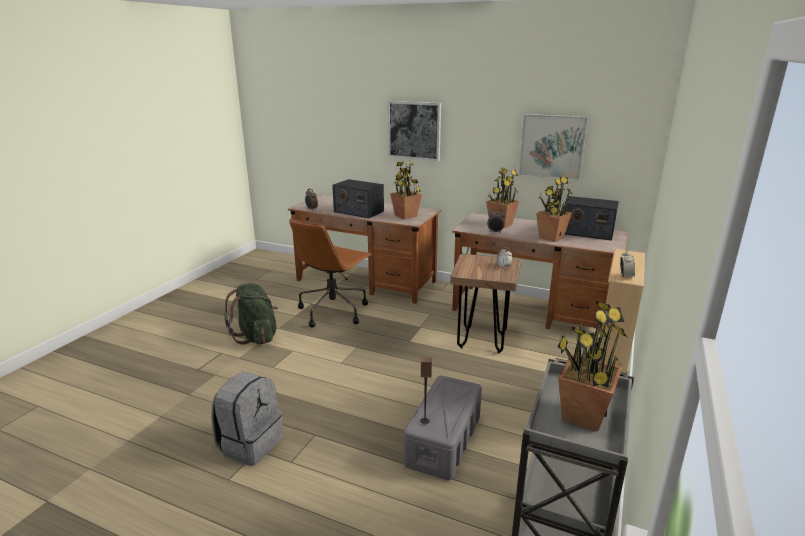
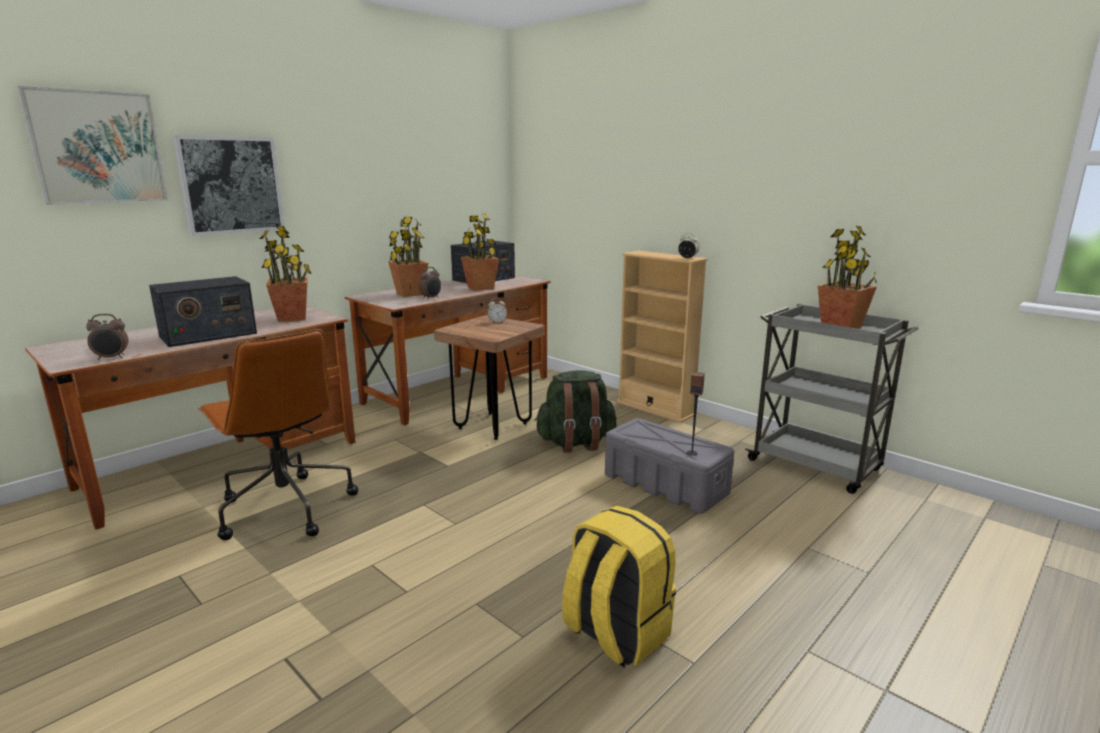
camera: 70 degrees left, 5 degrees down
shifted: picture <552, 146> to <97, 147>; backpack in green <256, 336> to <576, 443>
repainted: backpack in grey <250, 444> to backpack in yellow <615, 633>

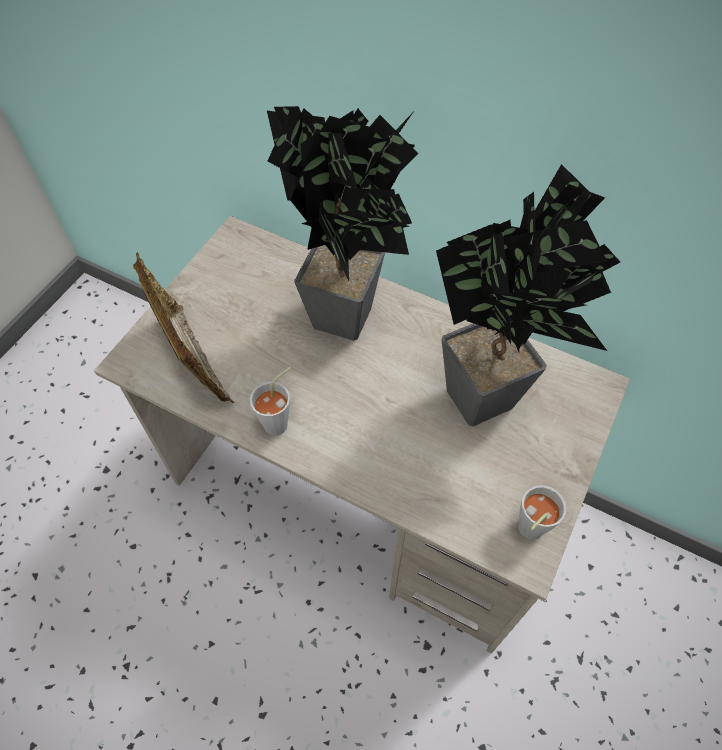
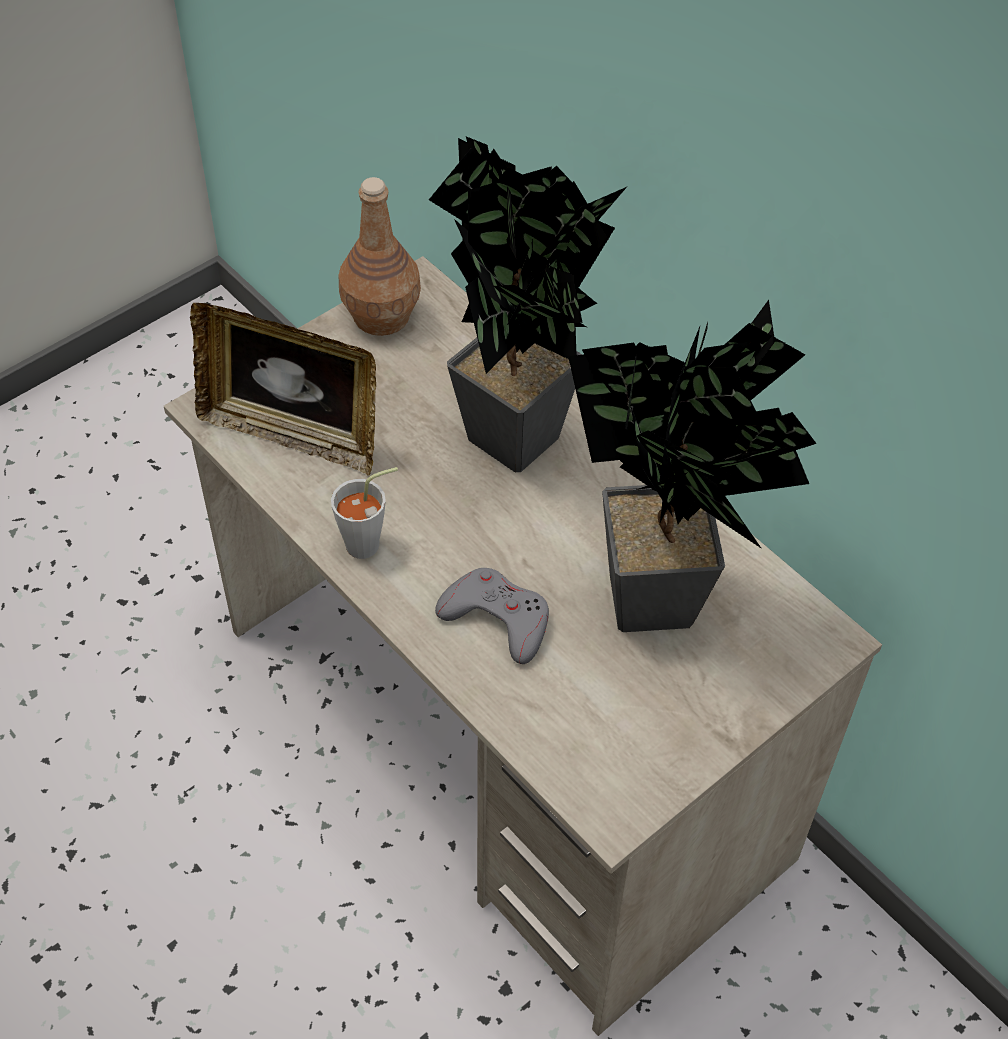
camera: 20 degrees right, 5 degrees down
gone: cup in grey <526, 531>
new: bottle in brown <381, 315>; game controller in grey <497, 619>
rotated: picture frame <193, 361> = <292, 433> 120 degrees clockwise

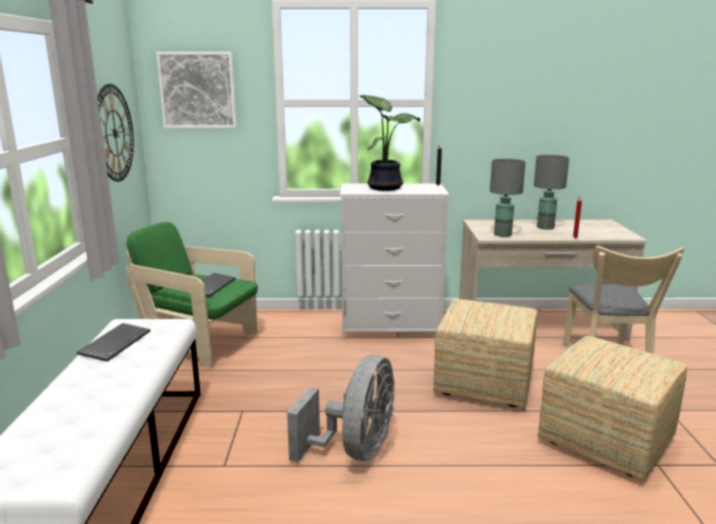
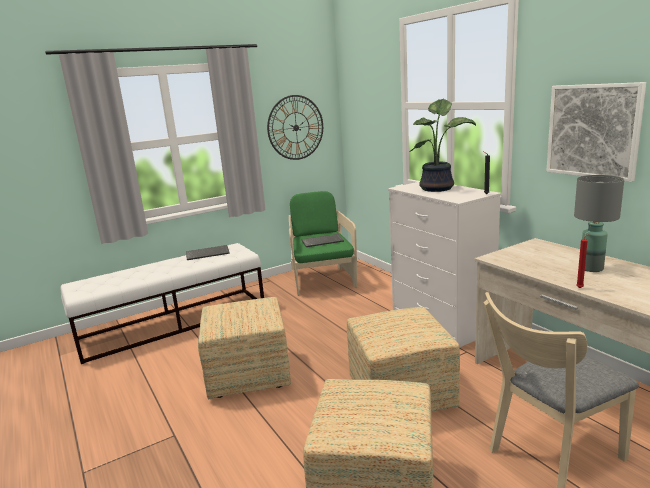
camera: 60 degrees right, 0 degrees up
gone: table lamp in grey <502, 234>
shifted: picture <198, 90> to <593, 131>
swapped: fan in grey <355, 450> to ottoman <250, 374>

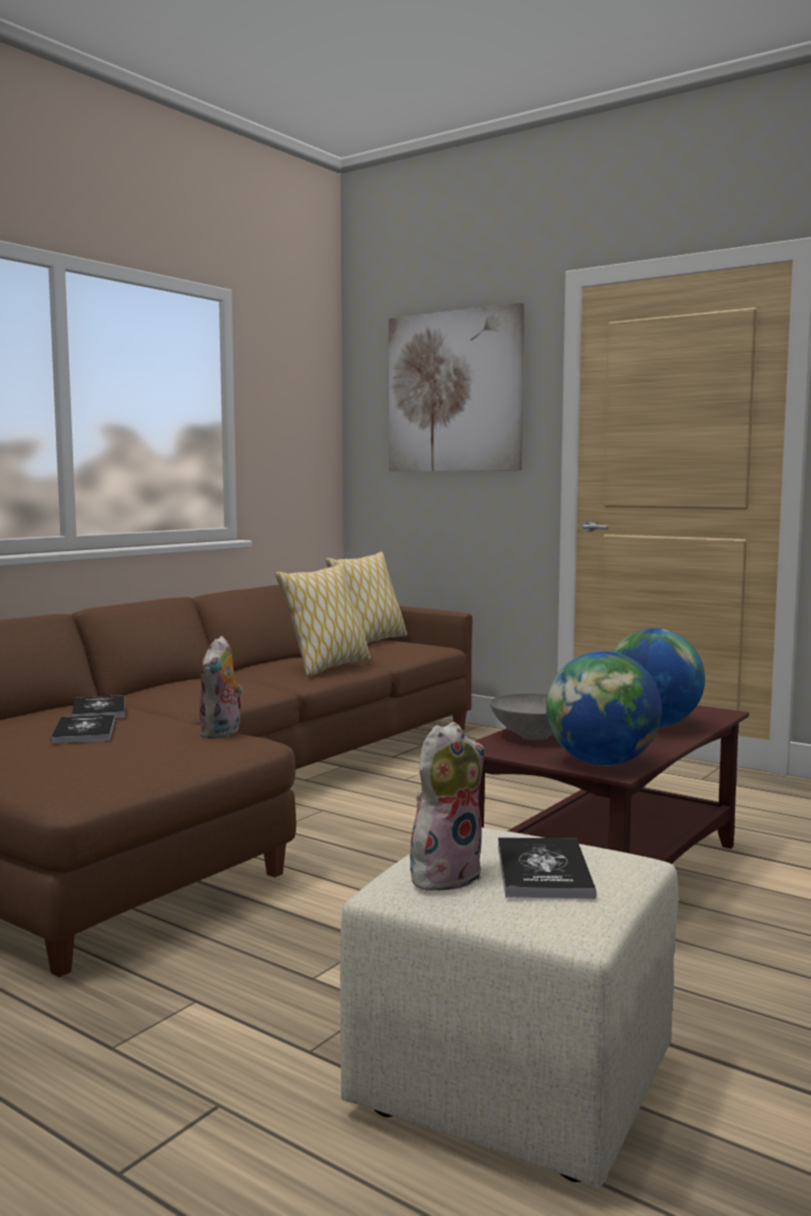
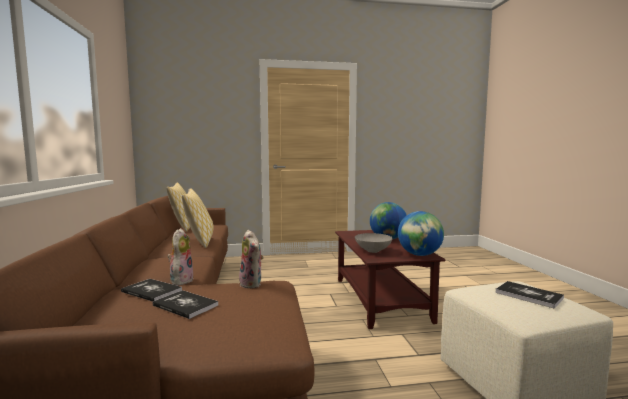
camera: 45 degrees left, 0 degrees up
gone: picture <454, 392>
shifted: plush toy <444, 875> to <181, 280>

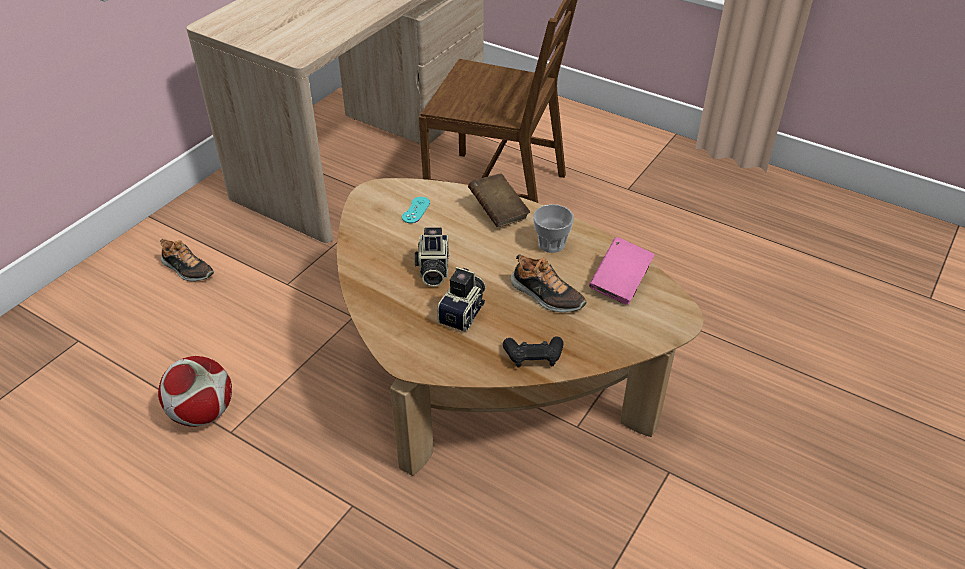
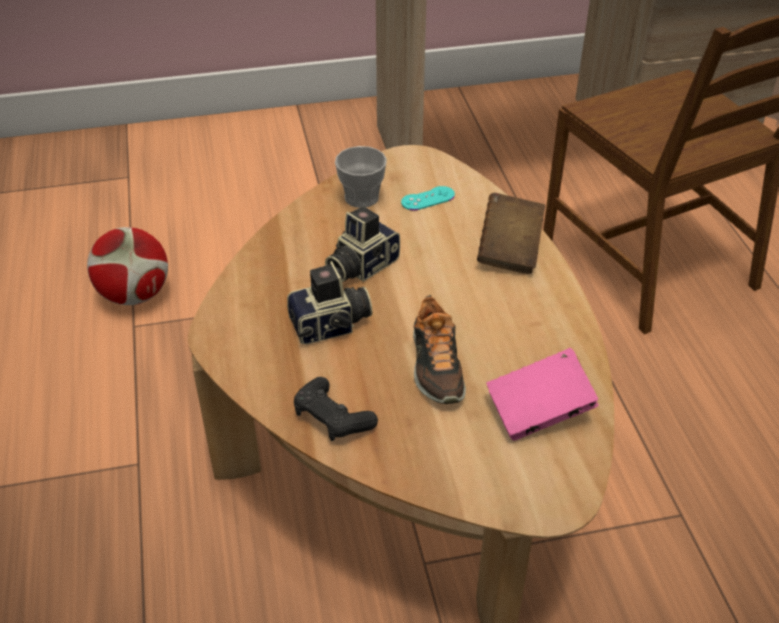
camera: 45 degrees right, 0 degrees up
gone: shoe <187, 269>
shifted: cup <551, 244> to <361, 197>

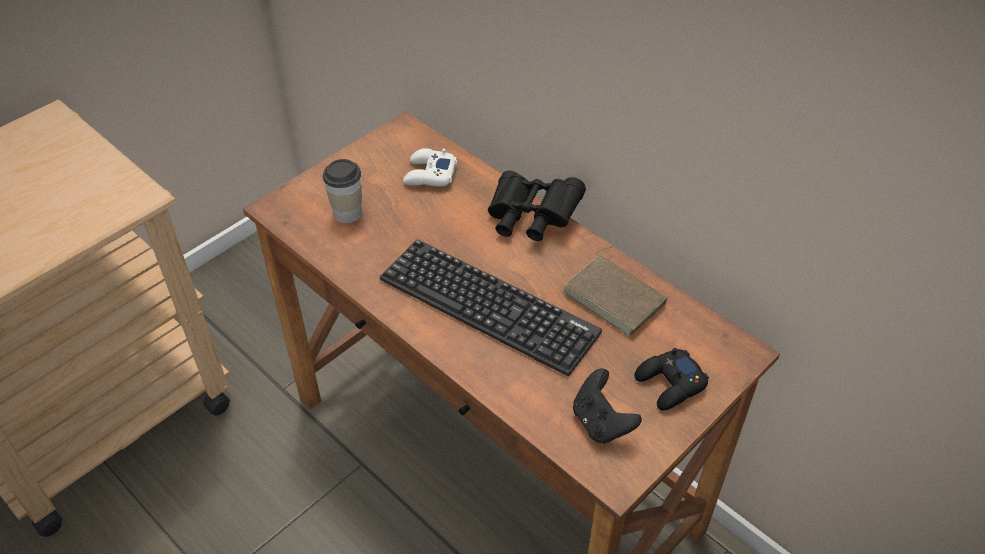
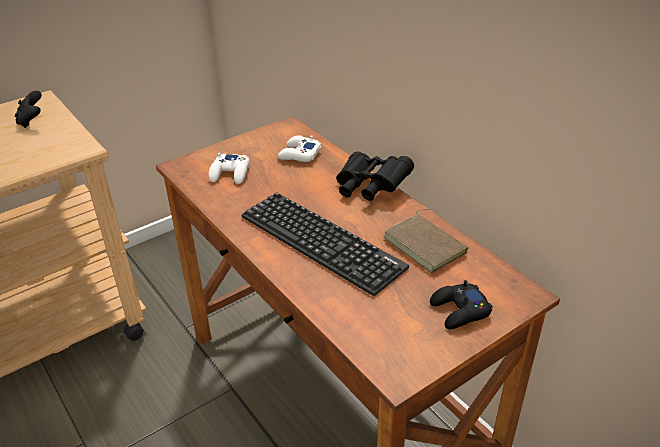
camera: 10 degrees right, 10 degrees down
shifted: game controller in black <601, 422> to <32, 121>
swapped: cup <347, 213> to game controller in white <230, 173>

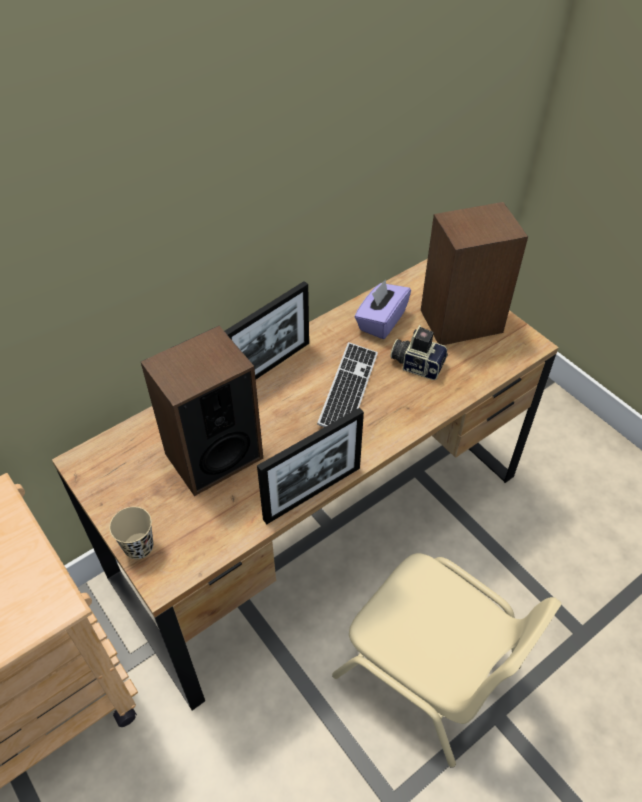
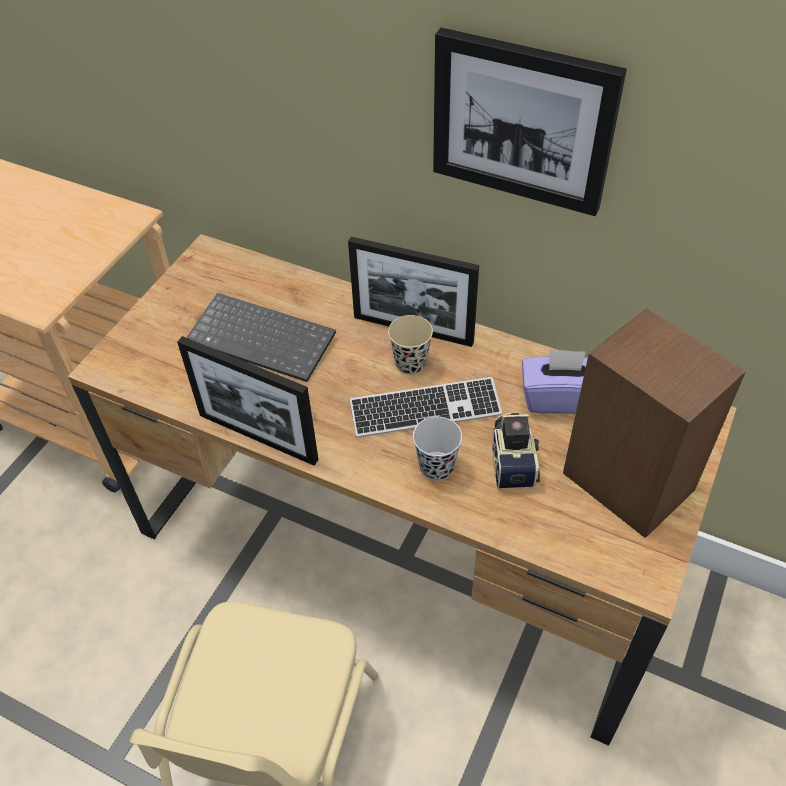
camera: 65 degrees right, 0 degrees up
new: cup in black <436, 467>; picture <523, 121>
shifted: cup in beige <139, 547> to <410, 363>
swapped: speaker <213, 455> to keyboard <264, 338>

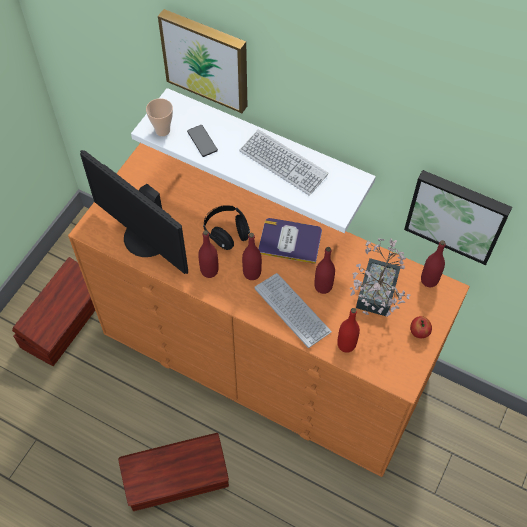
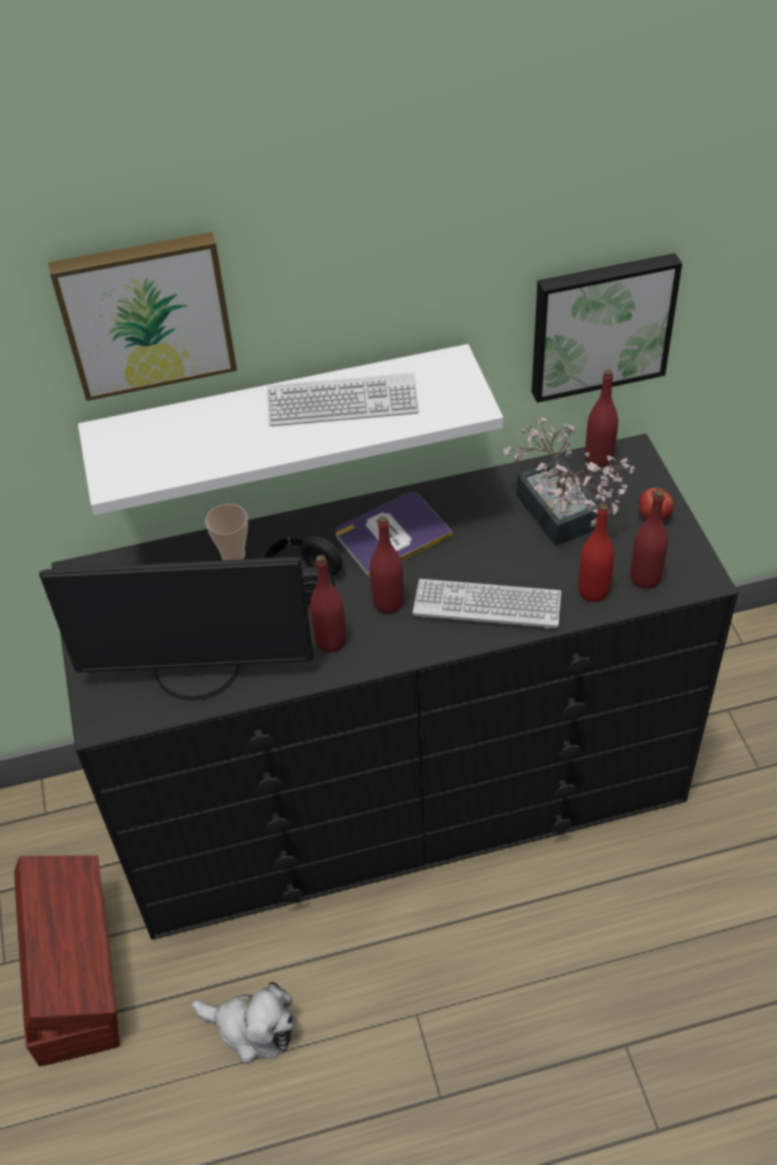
camera: 40 degrees left, 10 degrees down
gone: storage box in brown <178, 478>; phone <202, 141>
new: plush toy <252, 1028>
shifted: cup <162, 130> to <233, 555>; bottle in red <323, 286> to <645, 578>
repainted: dresser in orange <264, 356> to dresser in black <401, 785>

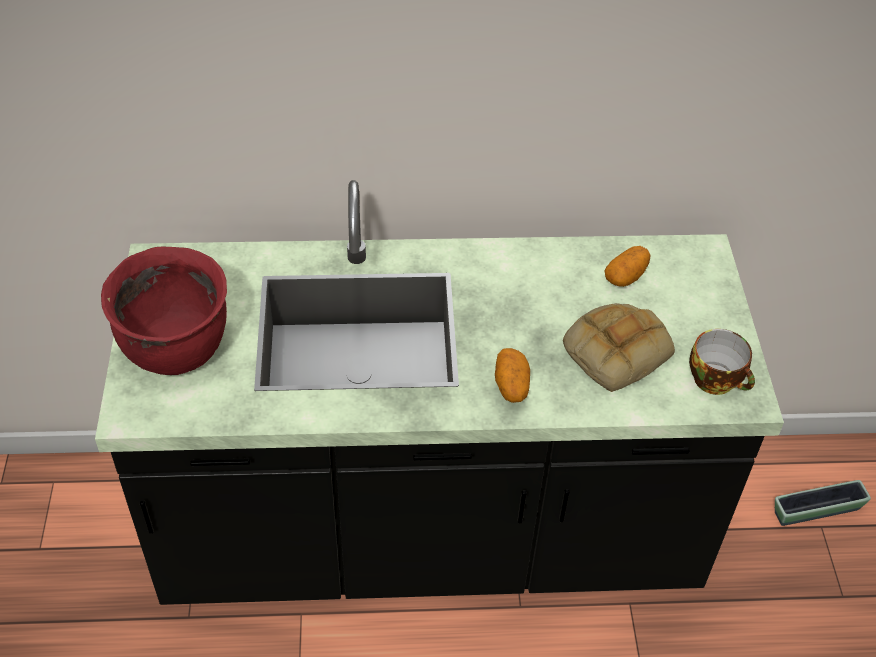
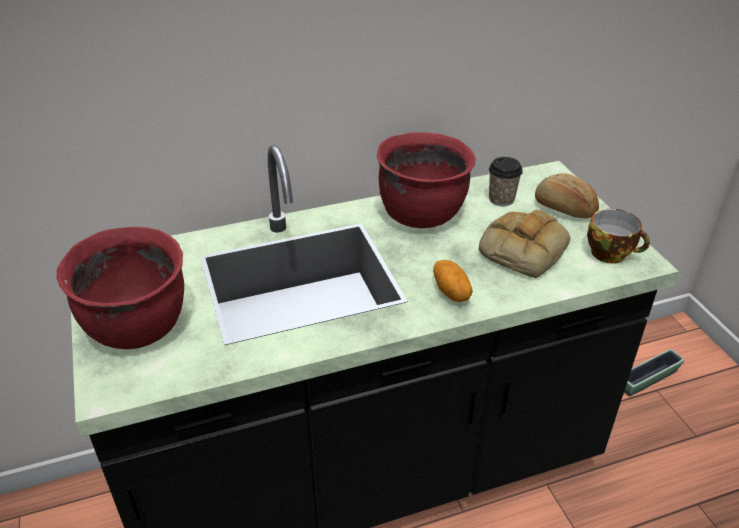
camera: 15 degrees left, 10 degrees down
new: cooking pot in red <421, 214>; bread <563, 209>
swapped: potato <626, 276> to cup <501, 199>

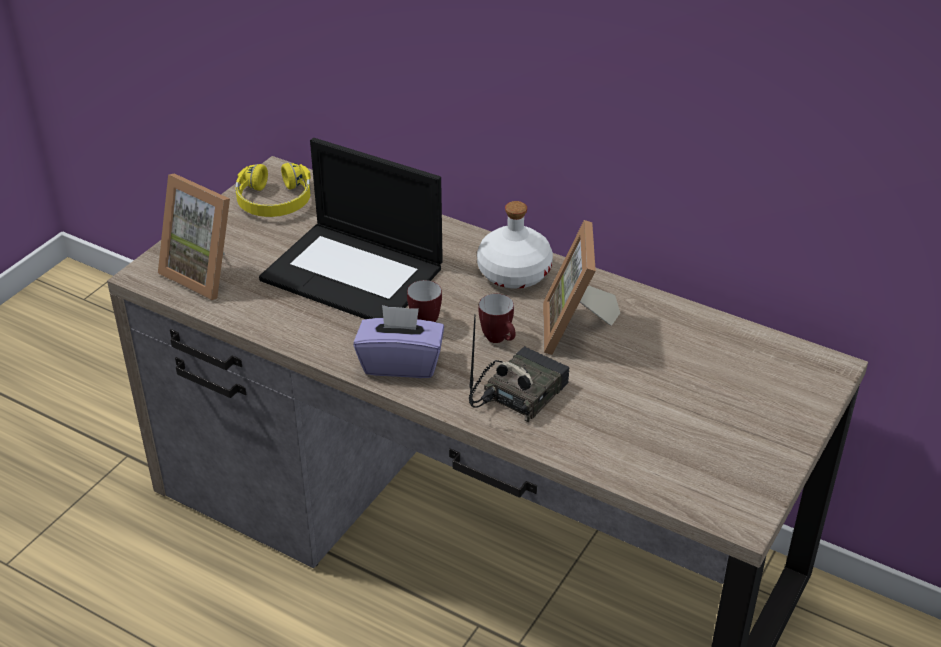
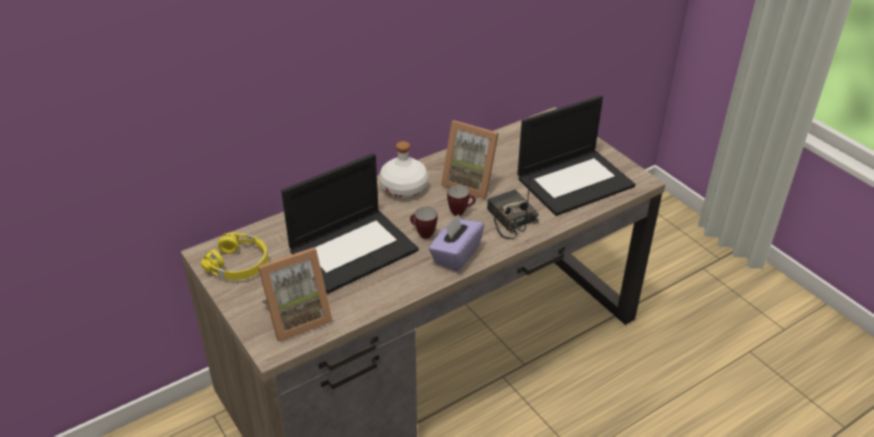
camera: 65 degrees left, 0 degrees up
new: laptop <575, 181>

